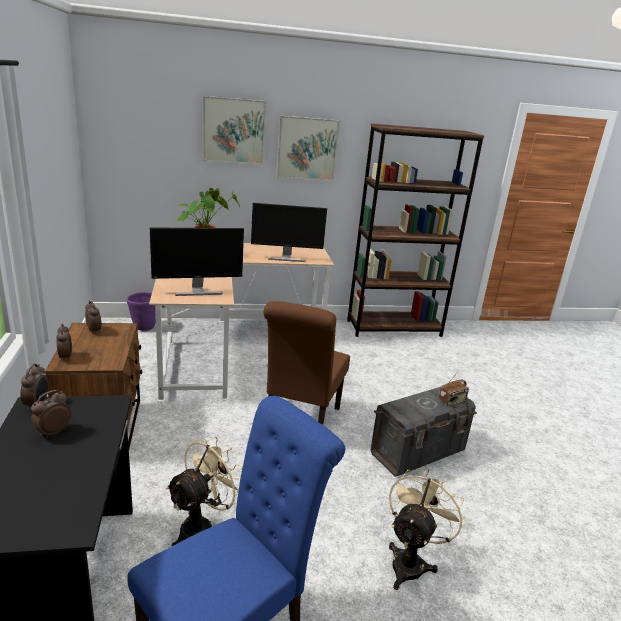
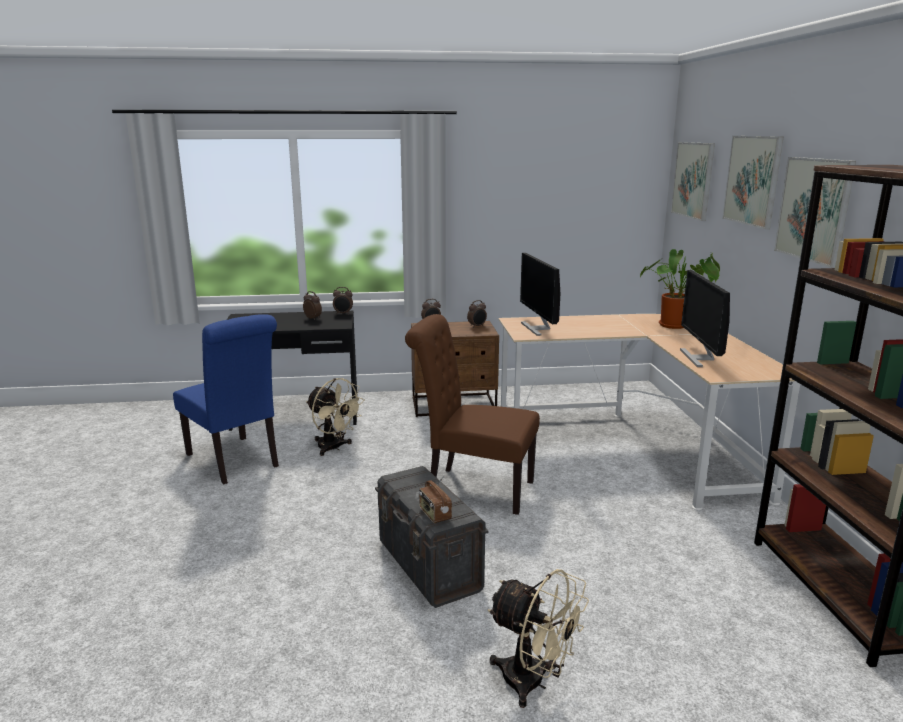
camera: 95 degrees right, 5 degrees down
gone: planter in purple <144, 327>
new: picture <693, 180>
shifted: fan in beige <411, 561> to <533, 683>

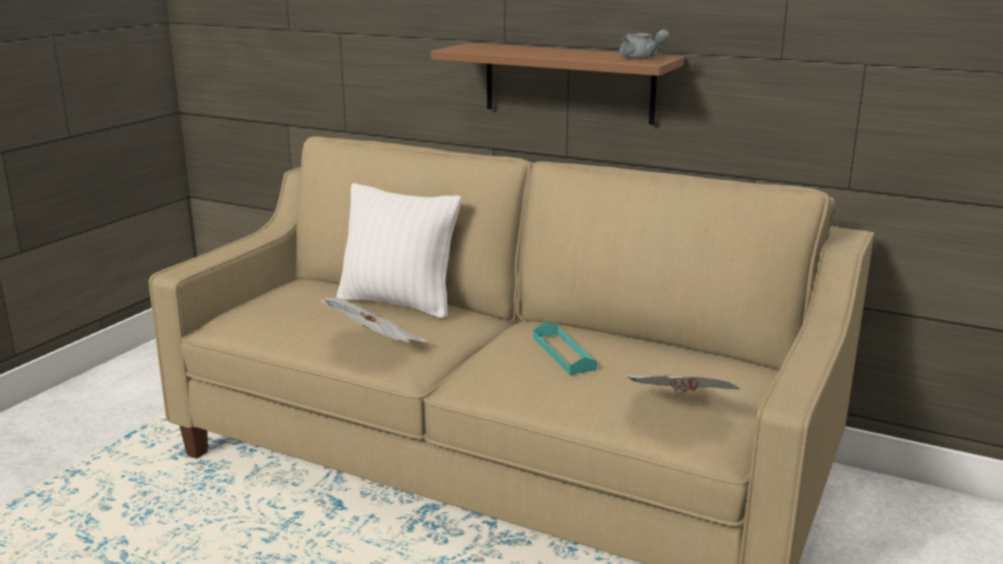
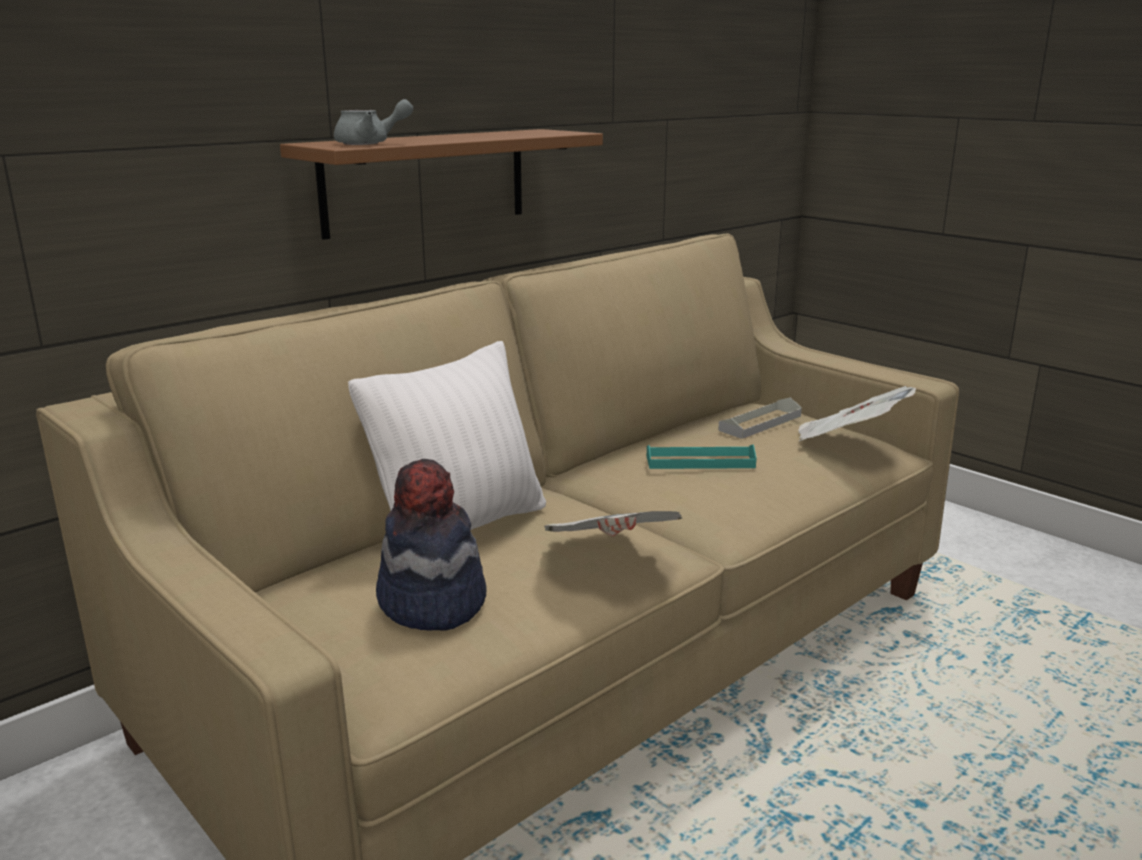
camera: 70 degrees left, 0 degrees up
new: hat <431, 602>; tray in grey <760, 423>
shifted: teapot in grey <641, 58> to <370, 143>

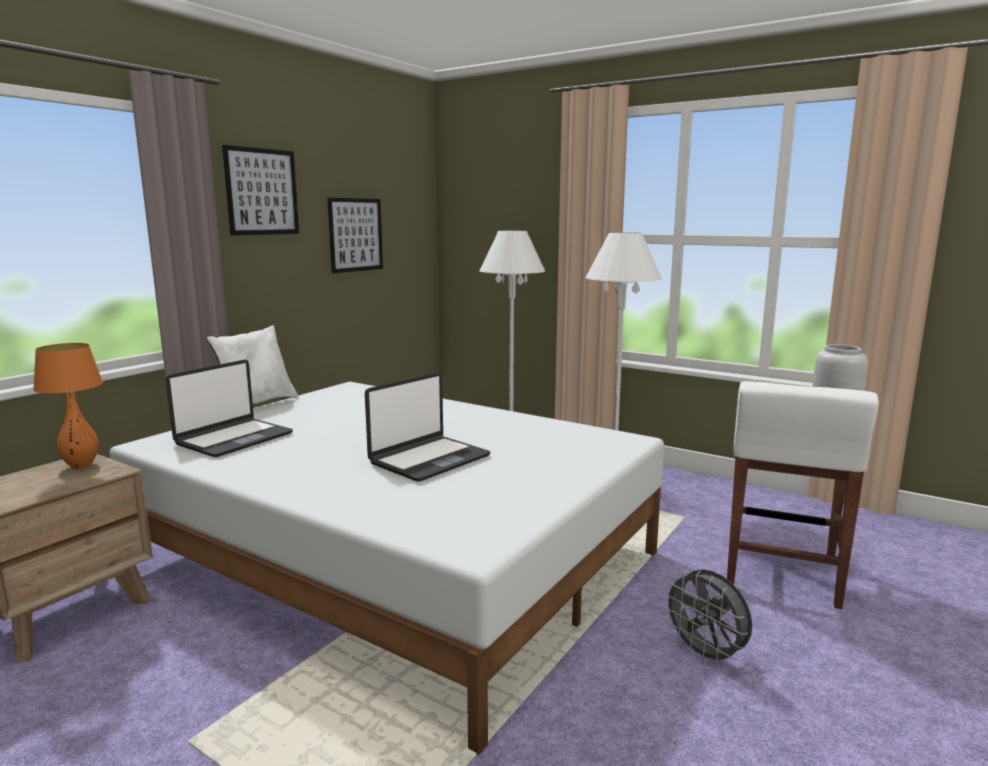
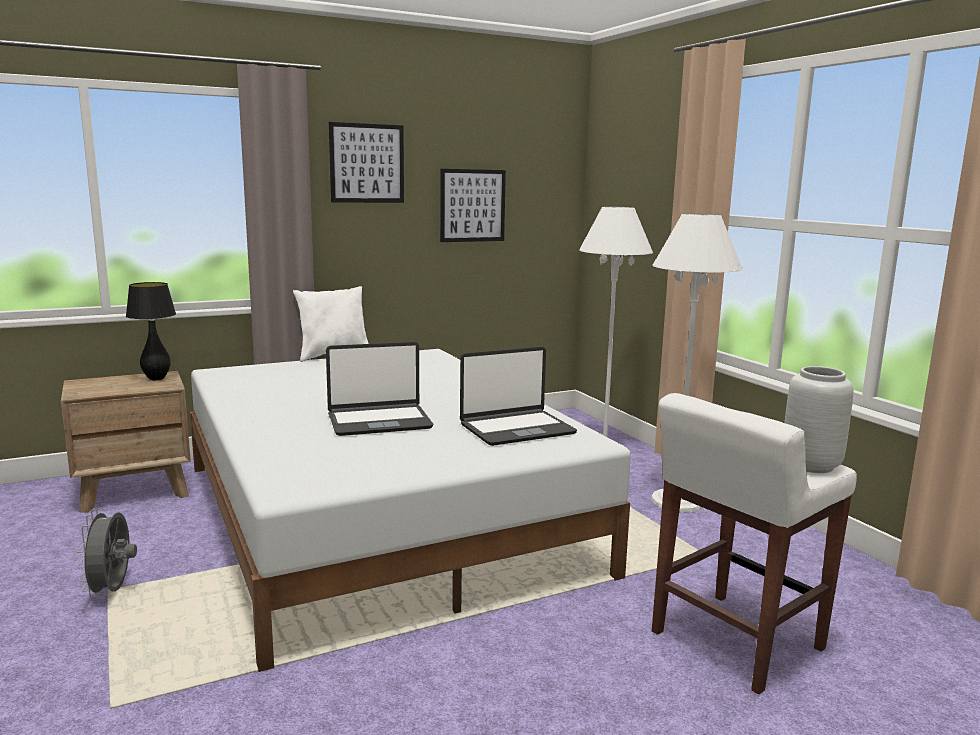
camera: 30 degrees right, 0 degrees up
shifted: fan in grey <705, 655> to <112, 591>; laptop <233, 439> to <516, 429>
repainted: table lamp in orange <81, 465> to table lamp in black <156, 378>

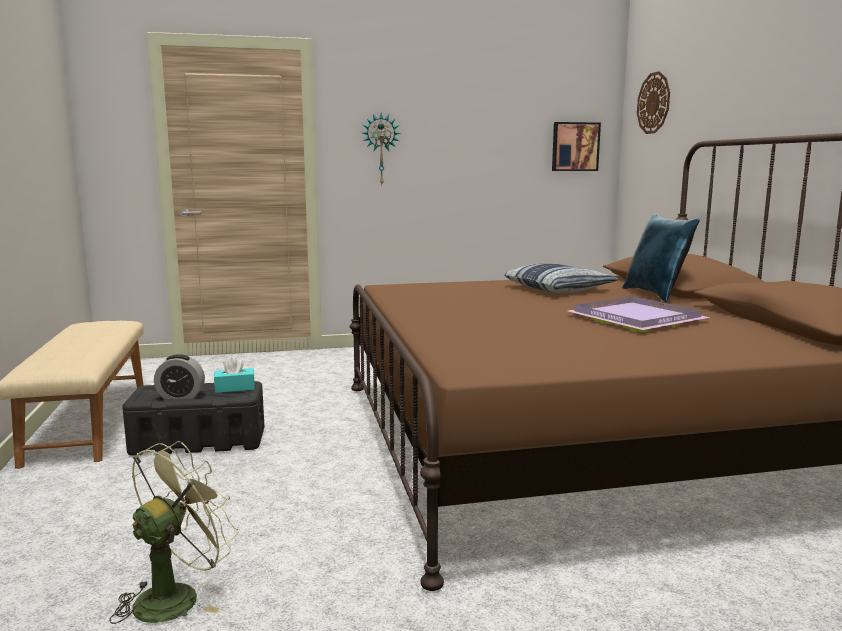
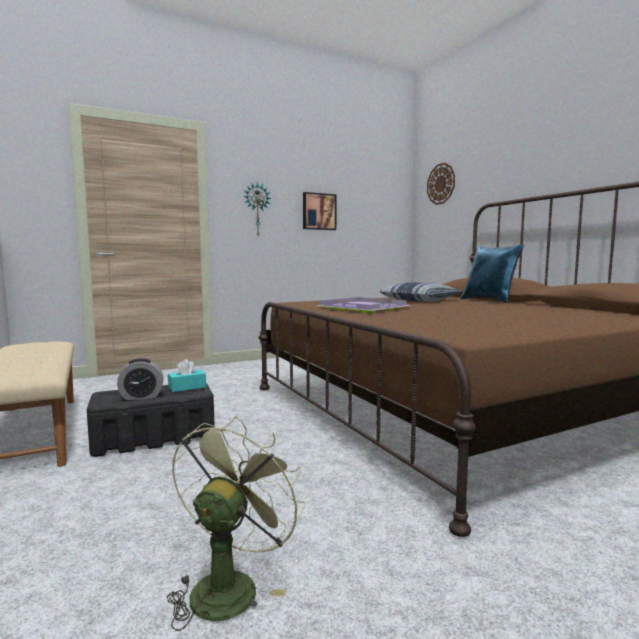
camera: 15 degrees left, 5 degrees down
shifted: picture <575, 147> to <318, 211>; tray in purple <636, 318> to <363, 308>

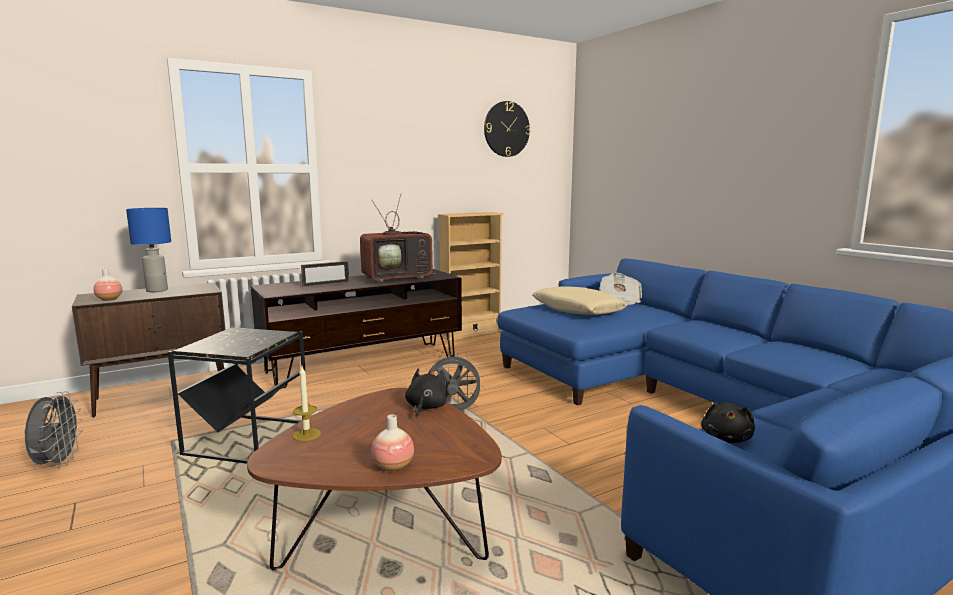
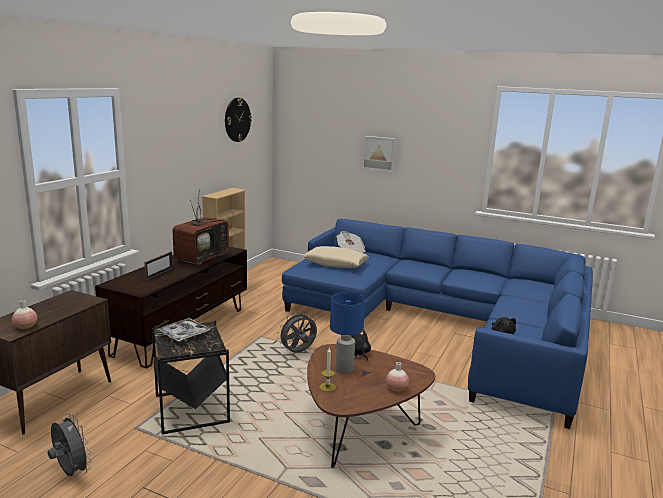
camera: 35 degrees left, 5 degrees up
new: tray <184, 334>; picture <379, 153>
shifted: table lamp in blue <156, 290> to <344, 369>

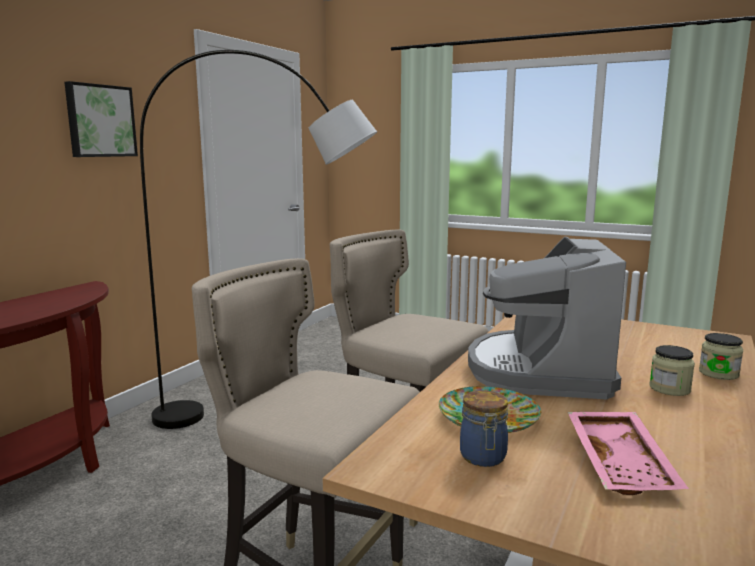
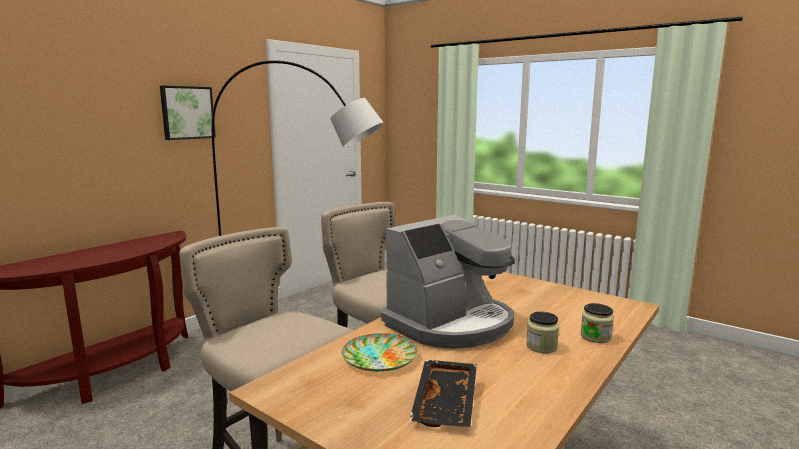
camera: 10 degrees right, 0 degrees up
gone: jar <483, 458>
repainted: tray in pink <622, 464> to tray in black <447, 403>
rotated: coffee machine <540, 370> = <451, 323> 150 degrees counterclockwise

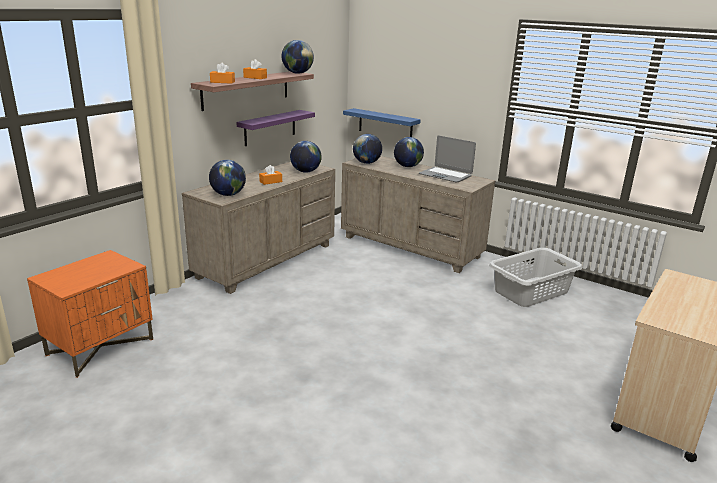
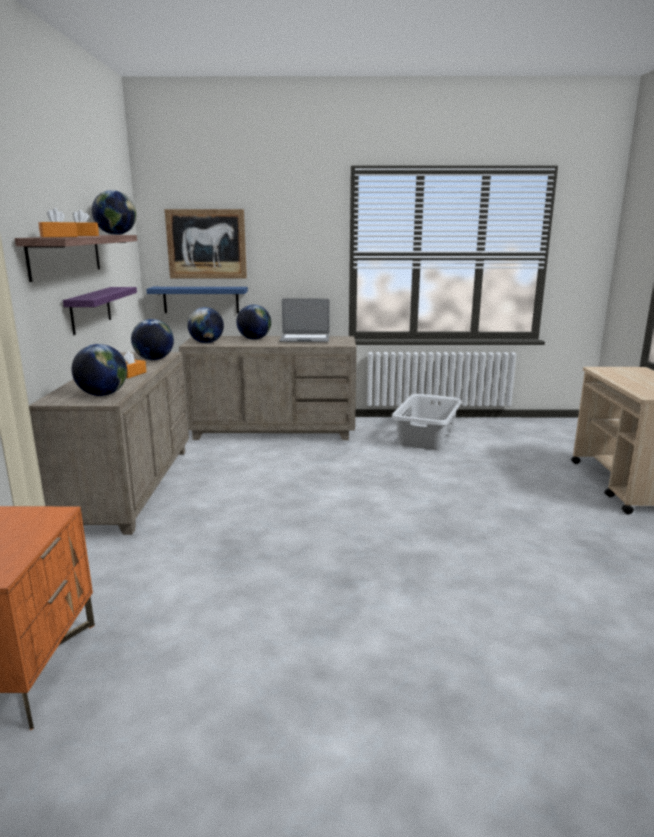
camera: 35 degrees left, 5 degrees down
new: picture <206, 244>

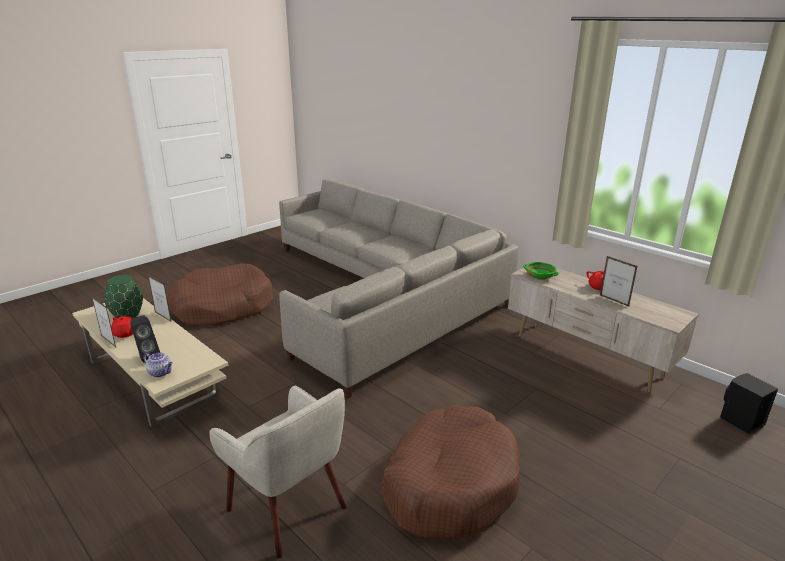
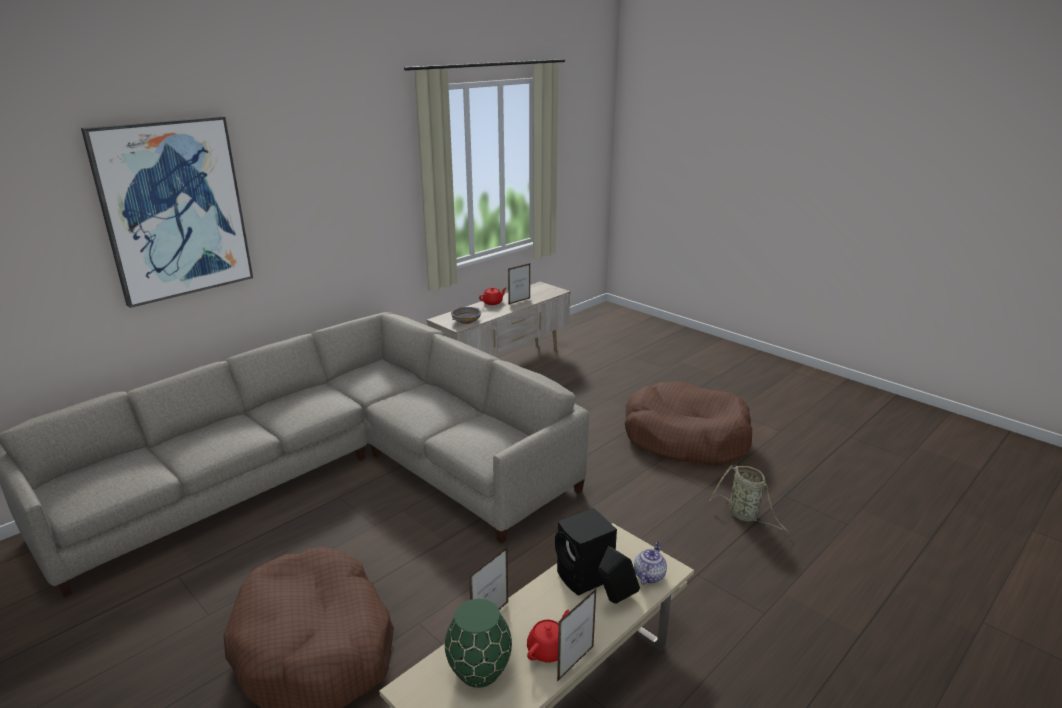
camera: 90 degrees left, 0 degrees up
new: picture <173, 209>
shifted: speaker in black <740, 421> to <585, 577>
swapped: armchair in beige <288, 508> to basket <745, 515>
repainted: bowl in green <540, 276> to bowl in grey <466, 321>

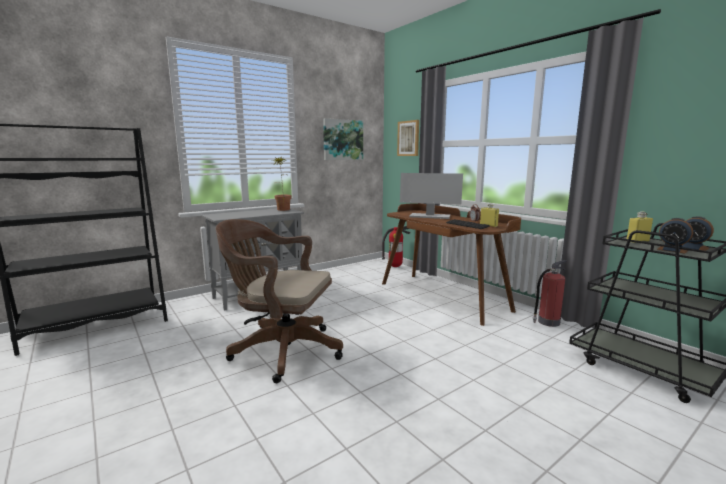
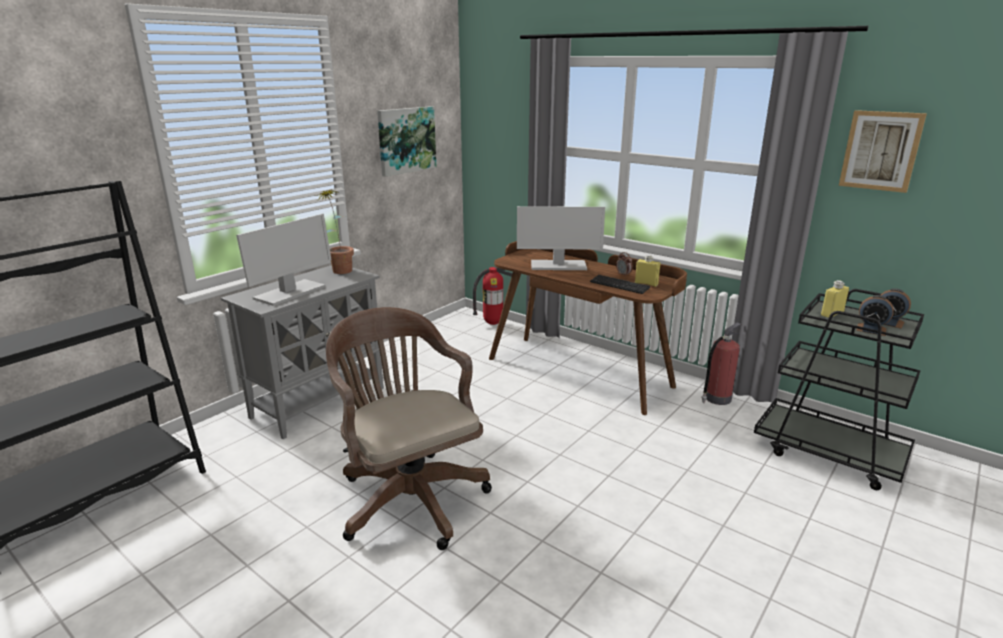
camera: 15 degrees left, 10 degrees up
new: monitor <289, 293>
shifted: picture <408, 138> to <881, 150>
rotated: office chair in brown <281, 350> = <409, 496> 60 degrees clockwise

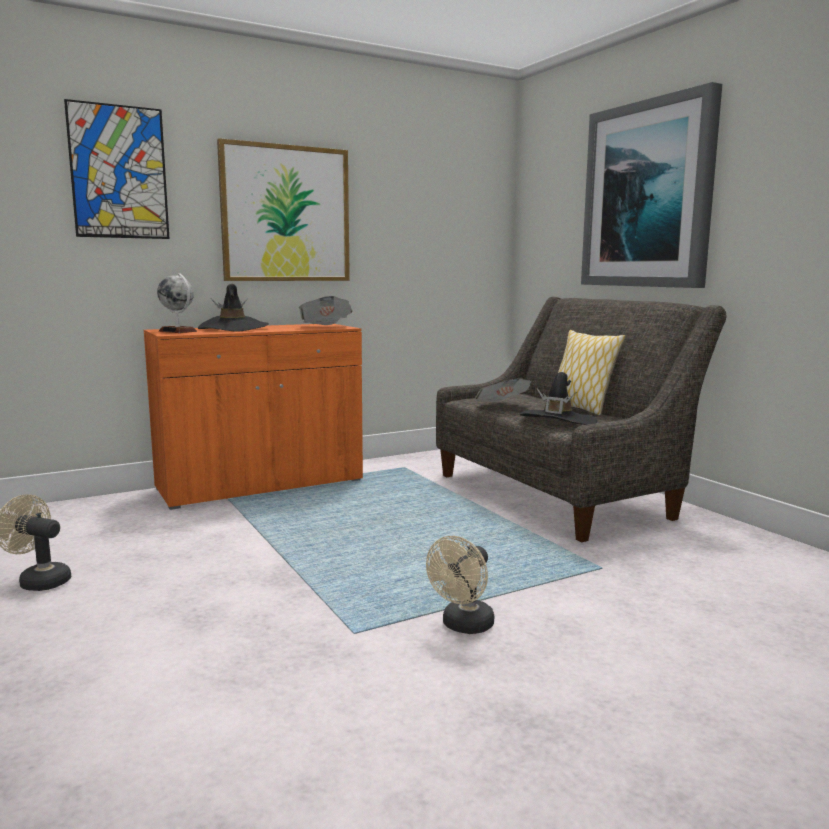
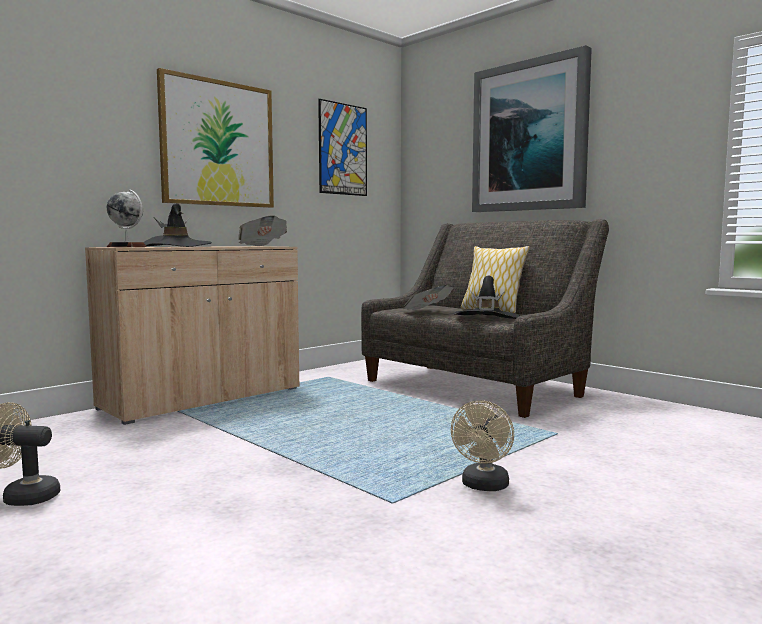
camera: 15 degrees left, 5 degrees down
shifted: picture <119, 172> to <343, 149>
repainted: cabinet in orange <261, 485> to cabinet in beige <203, 399>

